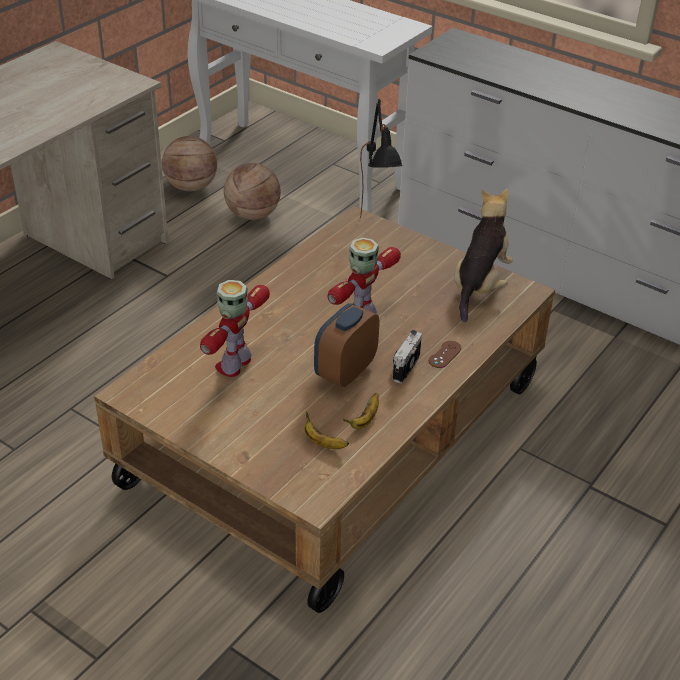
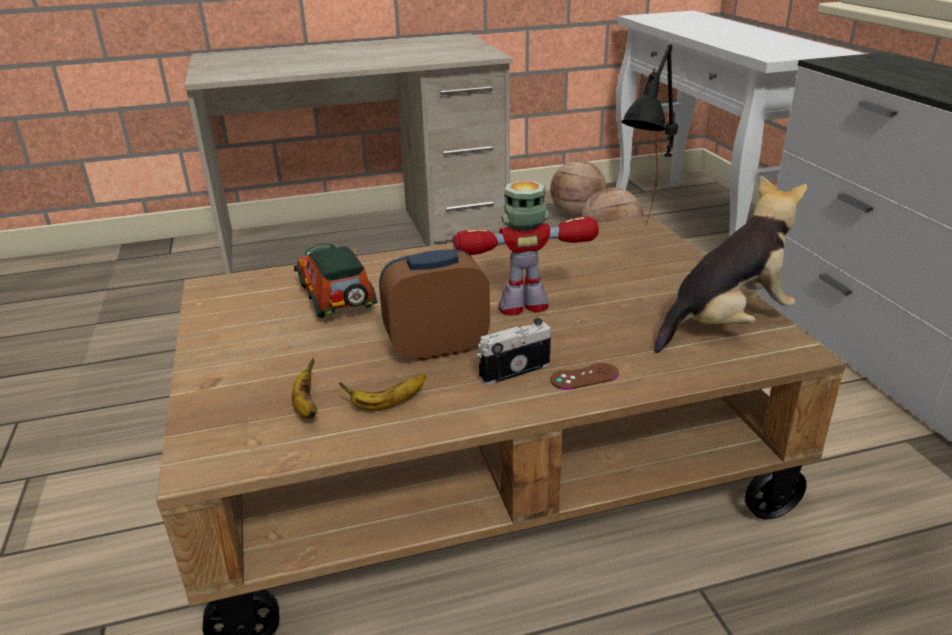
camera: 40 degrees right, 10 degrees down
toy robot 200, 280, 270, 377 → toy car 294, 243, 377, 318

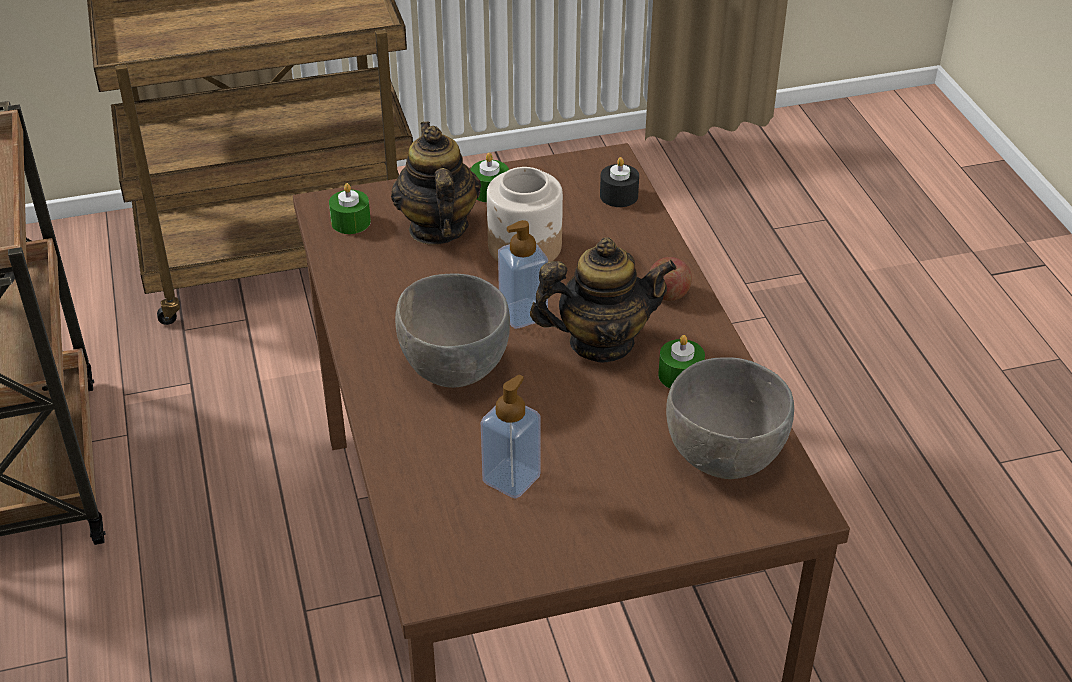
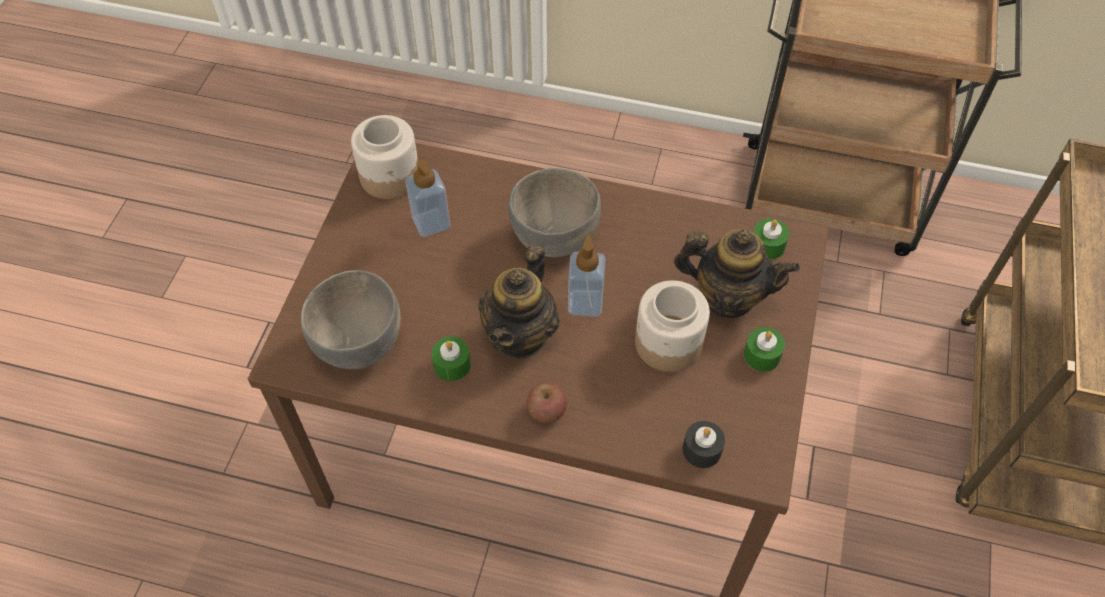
camera: 120 degrees right, 15 degrees up
- → jar 351, 115, 418, 199

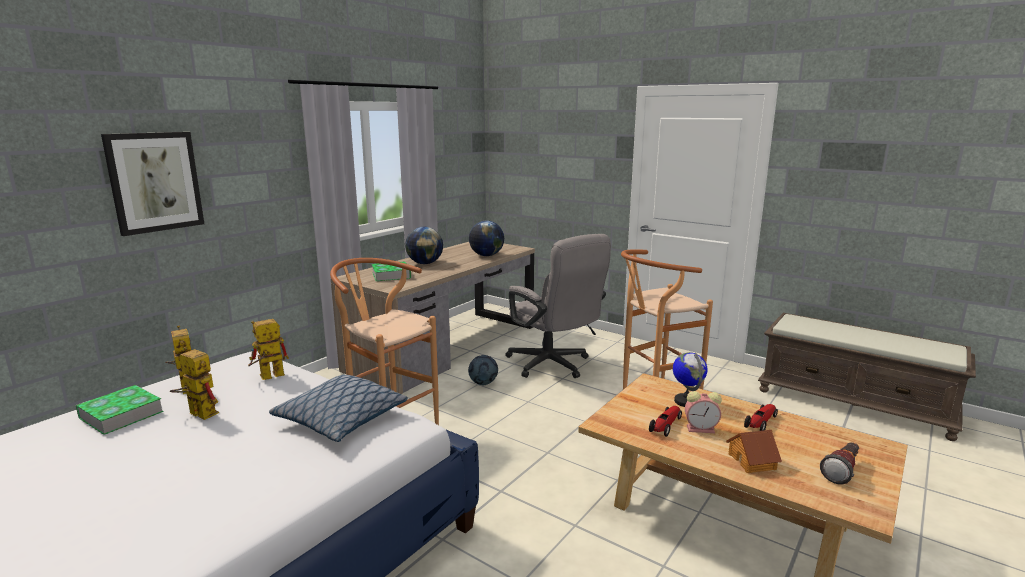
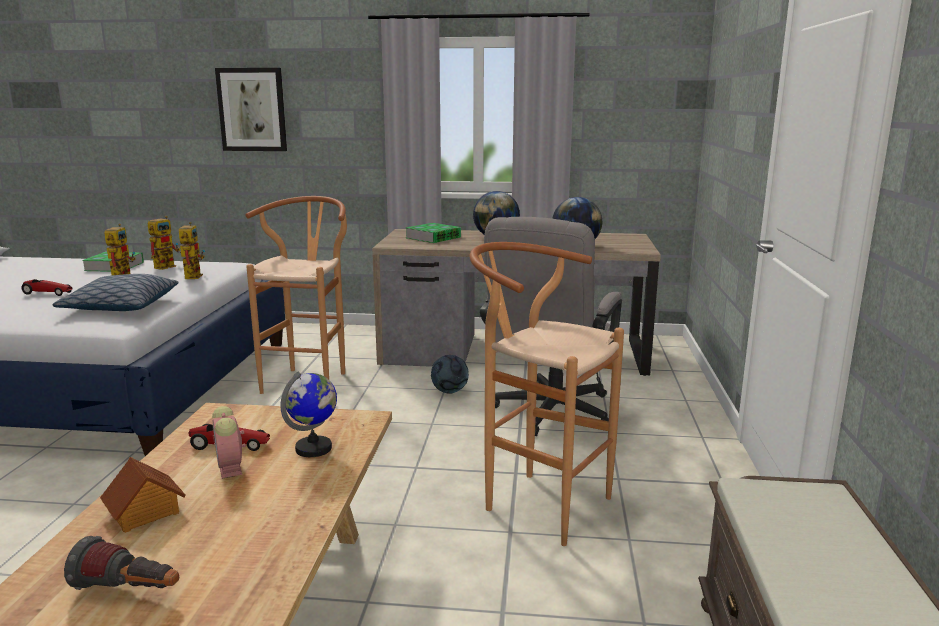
camera: 60 degrees right, 0 degrees up
toy robot 248, 319, 289, 380 → toy robot 179, 222, 205, 279, 60 degrees clockwise
toy car 744, 404, 778, 431 → toy car 22, 279, 73, 296, relocated

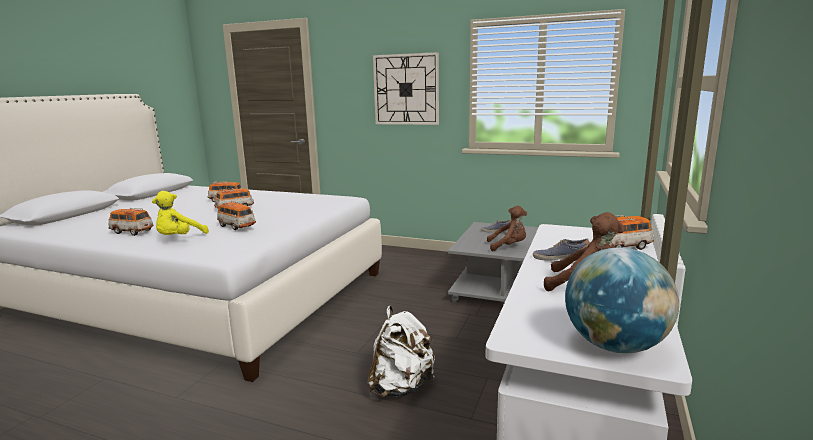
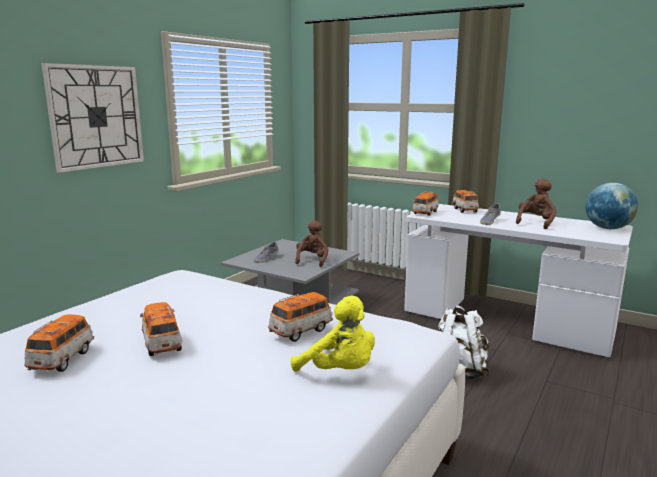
camera: 80 degrees left, 0 degrees up
toy car 108, 208, 153, 236 → toy car 412, 191, 439, 216, relocated

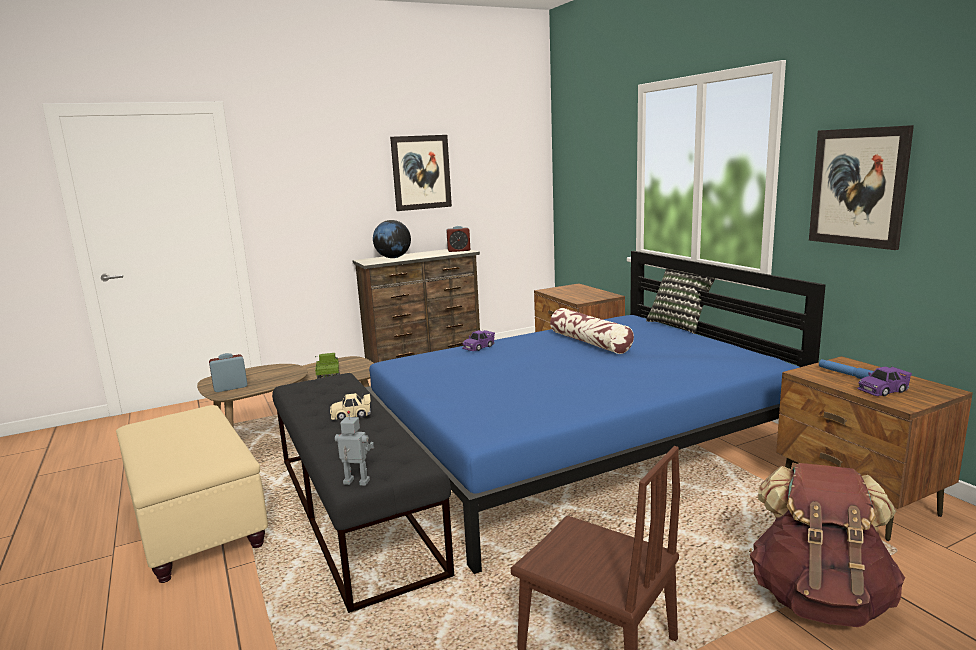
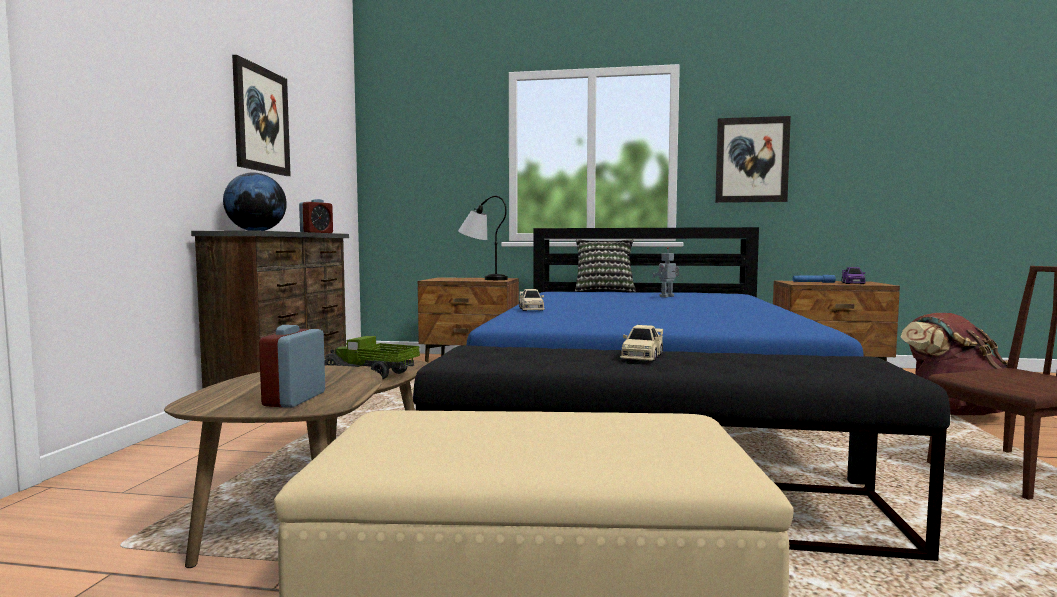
camera: 55 degrees left, 10 degrees down
toy robot 335, 411, 374, 486 → toy robot 652, 247, 679, 297, relocated
toy car (purple) 462, 330, 495, 351 → toy car (beige) 519, 289, 545, 311
pillow 550, 308, 634, 354 → -
- → table lamp 458, 196, 508, 280

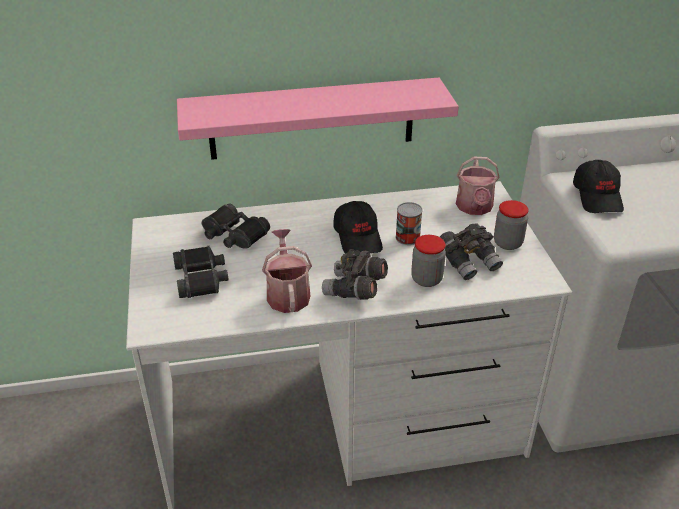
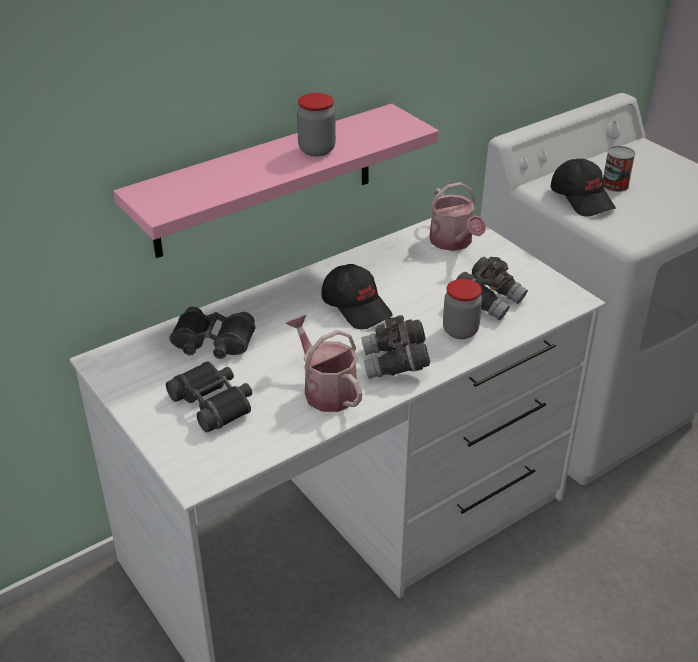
camera: 25 degrees left, 0 degrees up
can 395, 202, 423, 245 → can 603, 146, 635, 192, relocated
jar 494, 200, 529, 250 → jar 297, 93, 336, 156, relocated

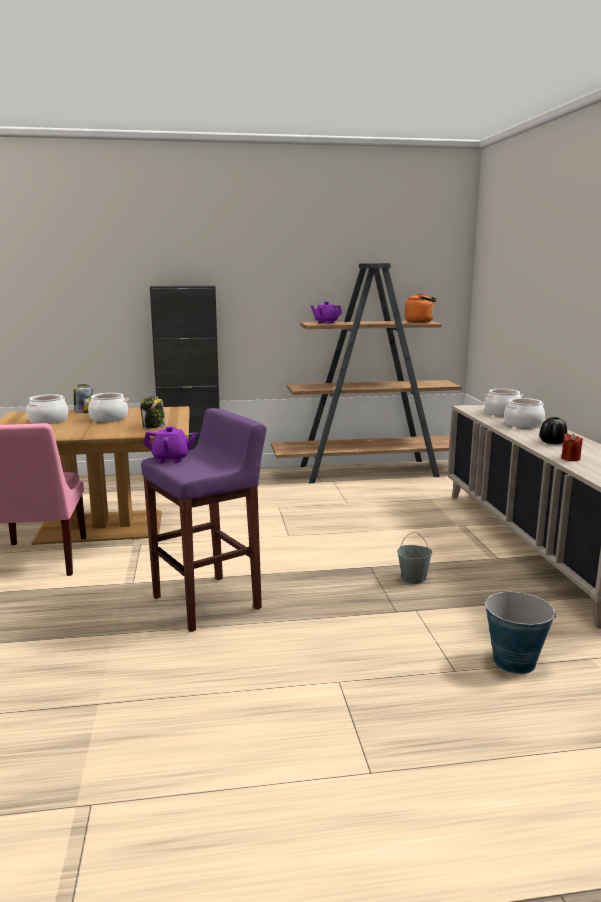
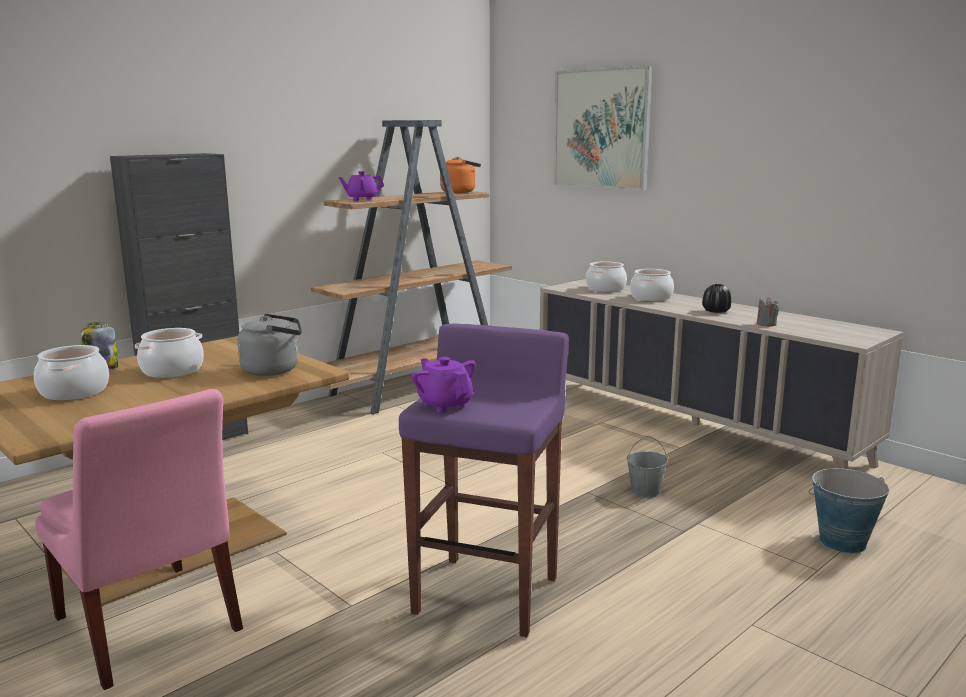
camera: 35 degrees left, 0 degrees up
jar 140, 396, 166, 429 → kettle (grey) 237, 314, 302, 376
teapot (purple) 144, 426, 197, 463 → teapot (purple) 411, 357, 476, 413, 90 degrees counterclockwise
candle (red) 561, 433, 583, 461 → candle (grey) 757, 297, 779, 327
- → picture 553, 65, 653, 191

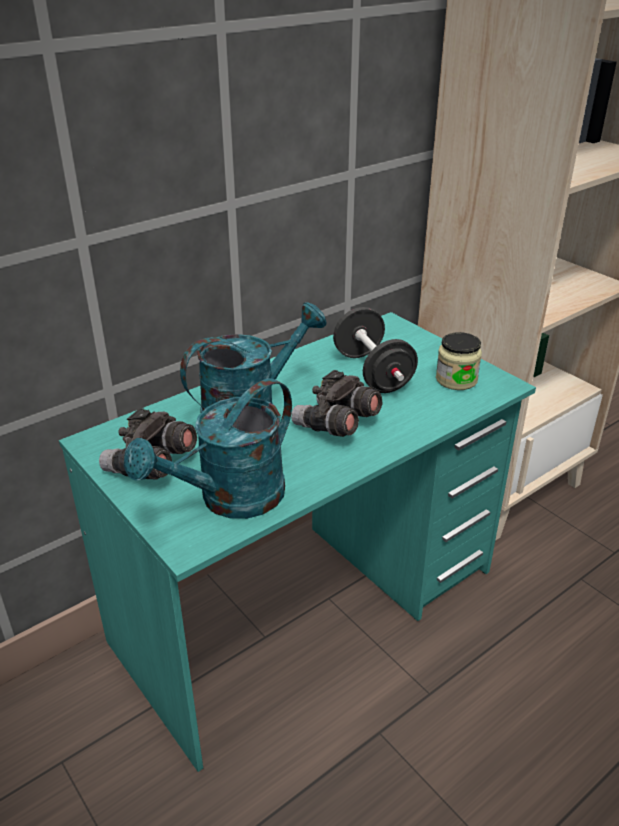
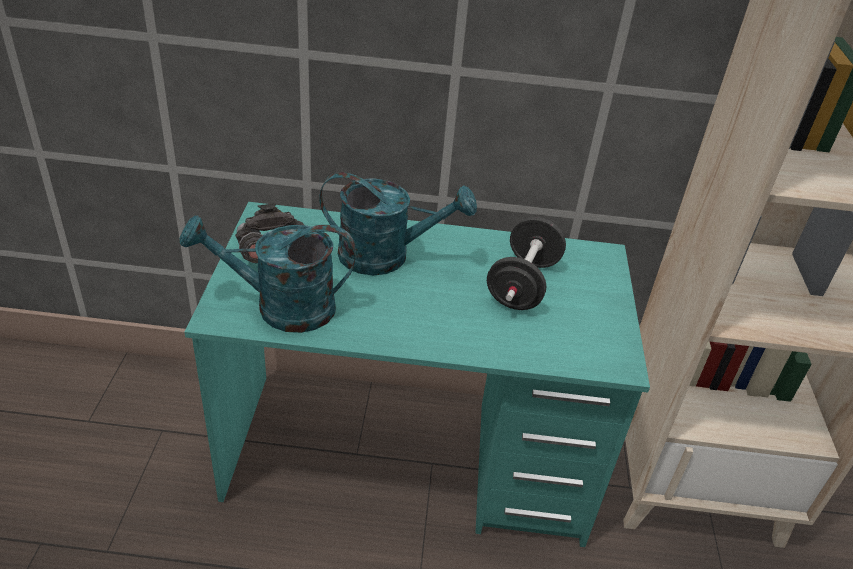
camera: 40 degrees right, 5 degrees up
binoculars (grey) 291, 370, 383, 437 → -
jar 436, 332, 482, 390 → -

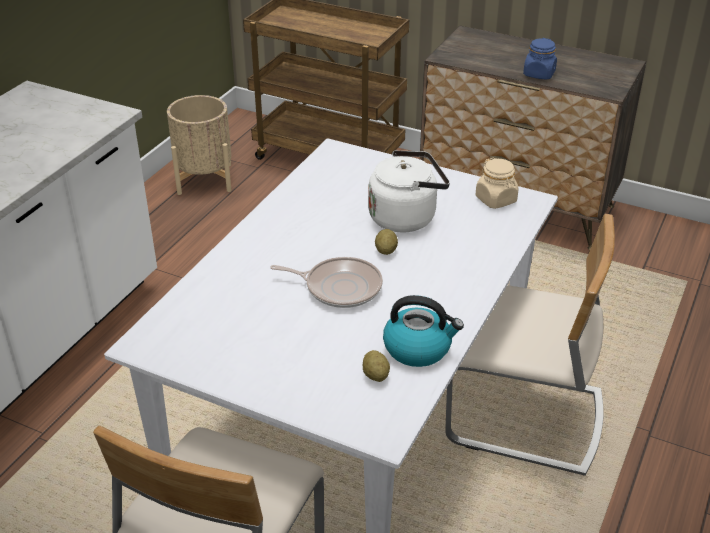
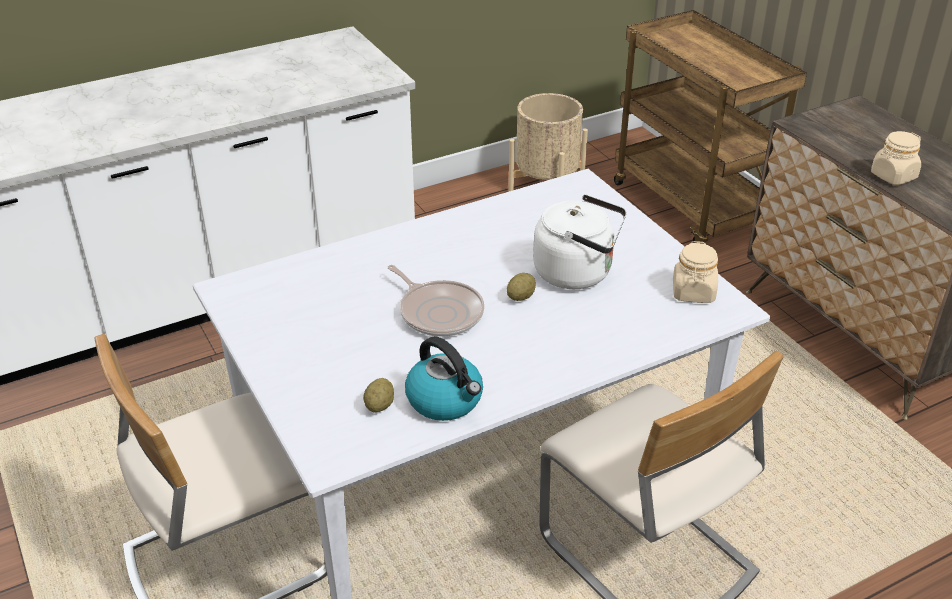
camera: 35 degrees right, 0 degrees up
jar (blue) 523, 38, 557, 80 → jar (beige) 871, 131, 921, 185

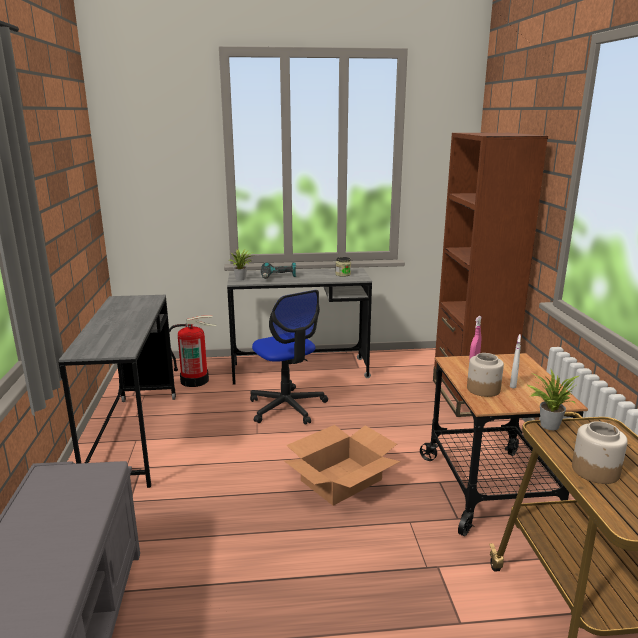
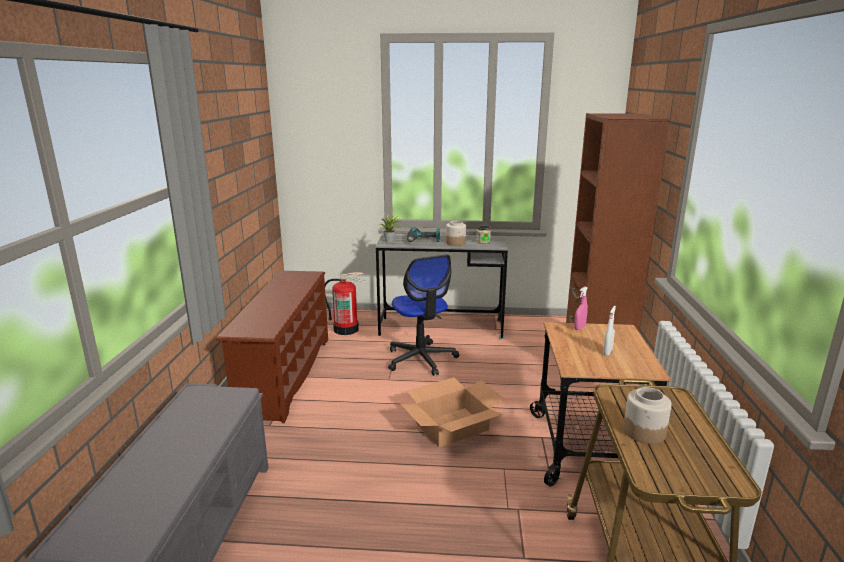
camera: 10 degrees right, 0 degrees up
desk (grey) 59, 295, 176, 488 → shoe rack (brown) 216, 271, 328, 423
jar 467, 353, 504, 397 → jar 446, 221, 466, 246, relocated
potted plant 528, 370, 579, 430 → -

